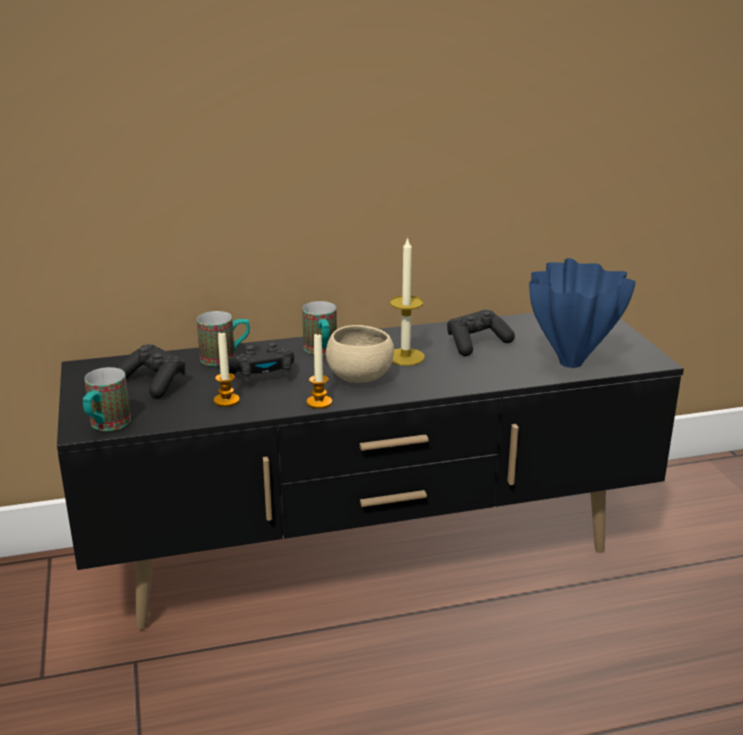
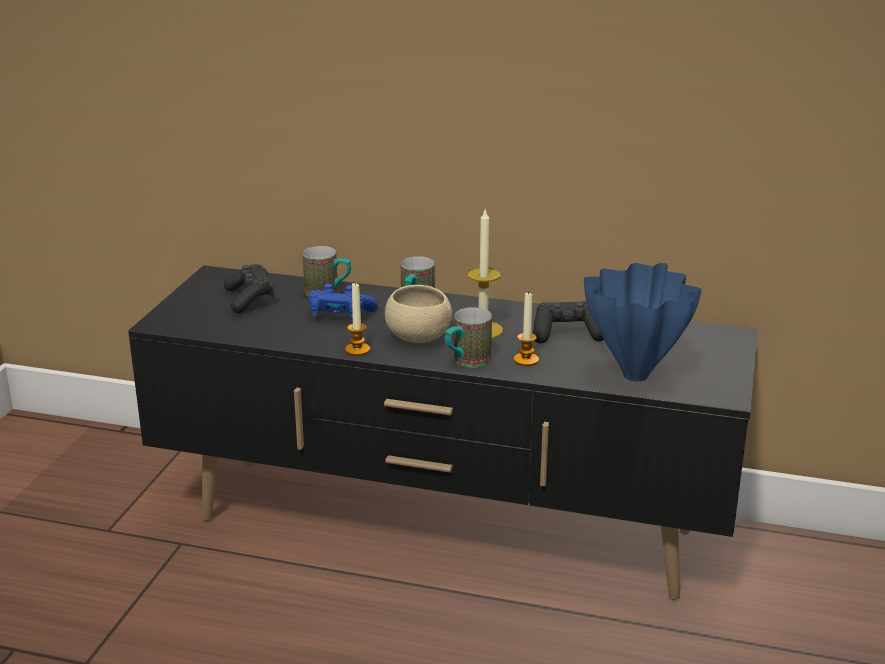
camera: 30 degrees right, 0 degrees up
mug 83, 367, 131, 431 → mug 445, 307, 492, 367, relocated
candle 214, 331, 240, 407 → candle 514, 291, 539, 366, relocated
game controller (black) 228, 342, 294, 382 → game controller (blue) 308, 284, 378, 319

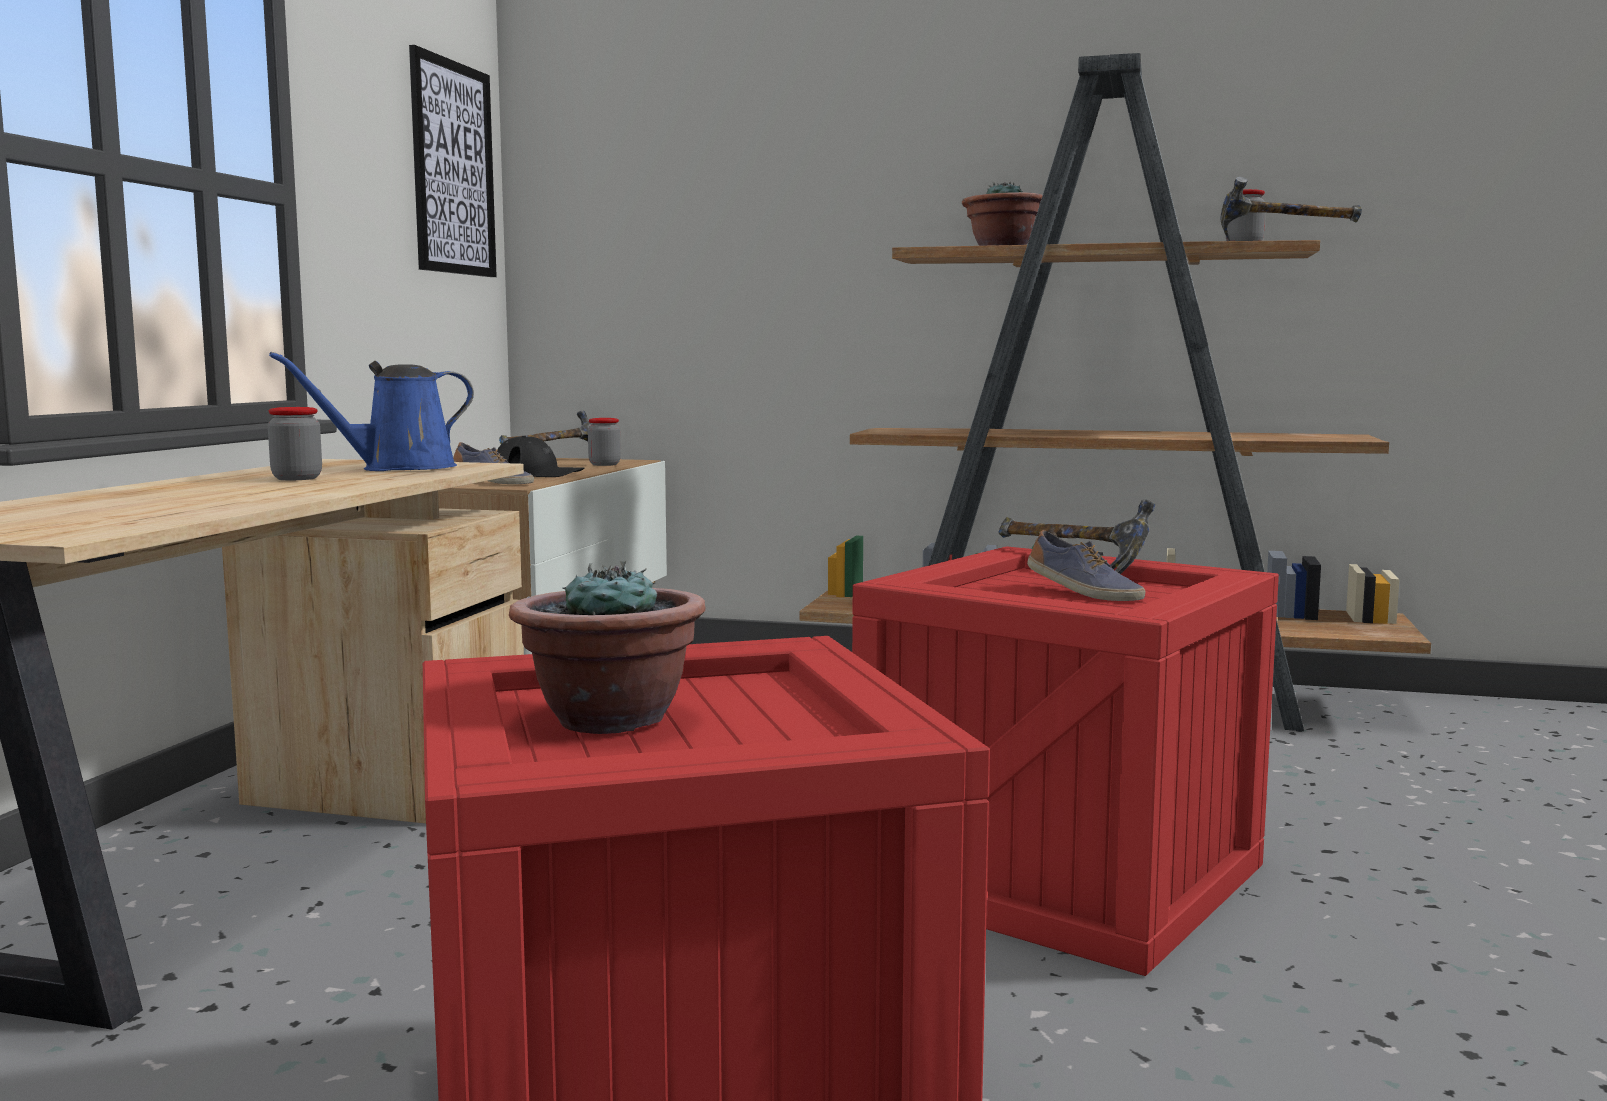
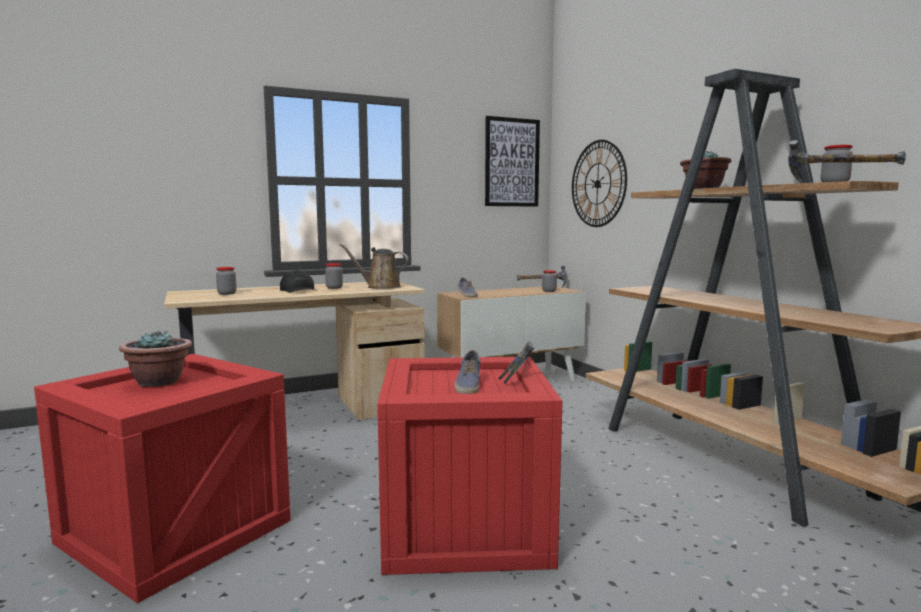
camera: 50 degrees right, 0 degrees up
watering can (blue) 269, 352, 474, 471 → watering can (brown) 339, 244, 409, 289
cap (black) 497, 436, 585, 477 → cap (black) 280, 270, 317, 293, relocated
- → jar 216, 267, 237, 295
- → wall clock 572, 140, 627, 227

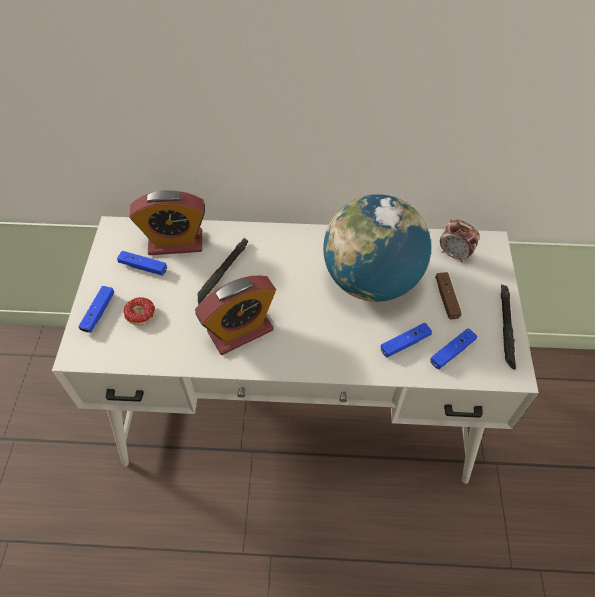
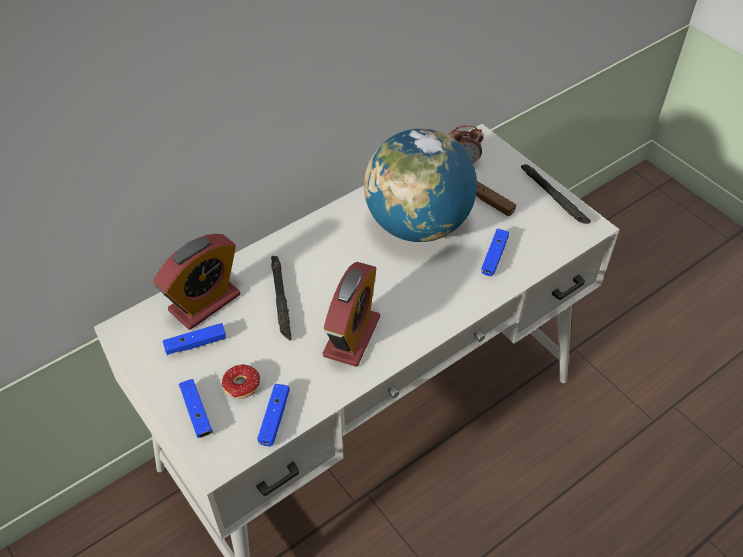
camera: 40 degrees left, 5 degrees down
game controller (blue) 430, 328, 477, 369 → game controller (blue) 257, 384, 290, 446, relocated

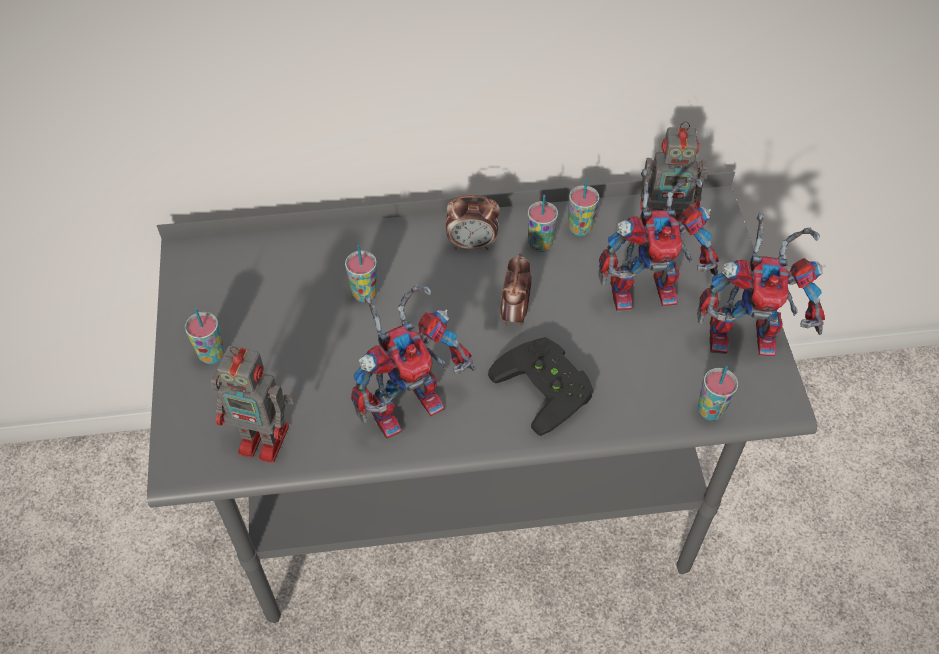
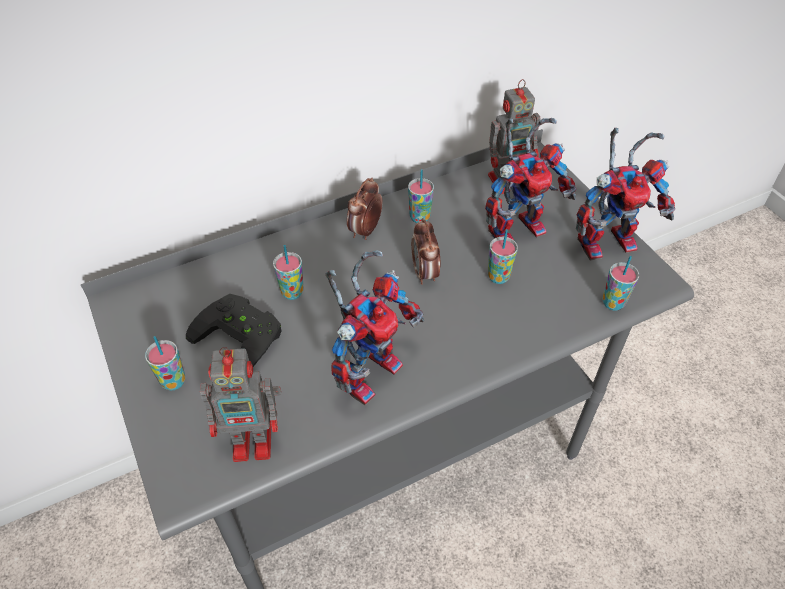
camera: 20 degrees left, 5 degrees down
alarm clock 446, 195, 500, 250 → alarm clock 347, 178, 382, 240, 135 degrees clockwise
game controller (black) 488, 337, 594, 436 → game controller (black) 186, 294, 282, 367, relocated
cup 568, 179, 599, 236 → cup 488, 229, 518, 284, relocated

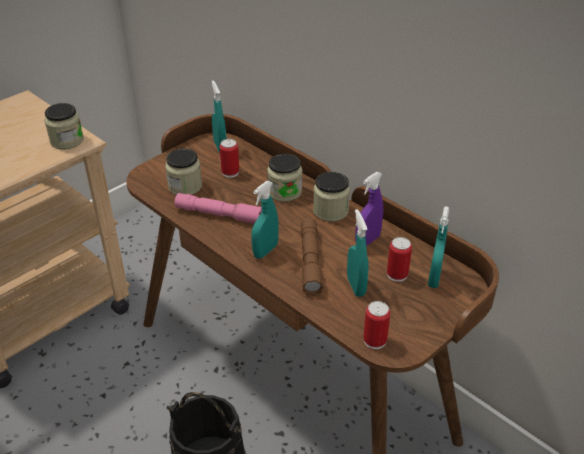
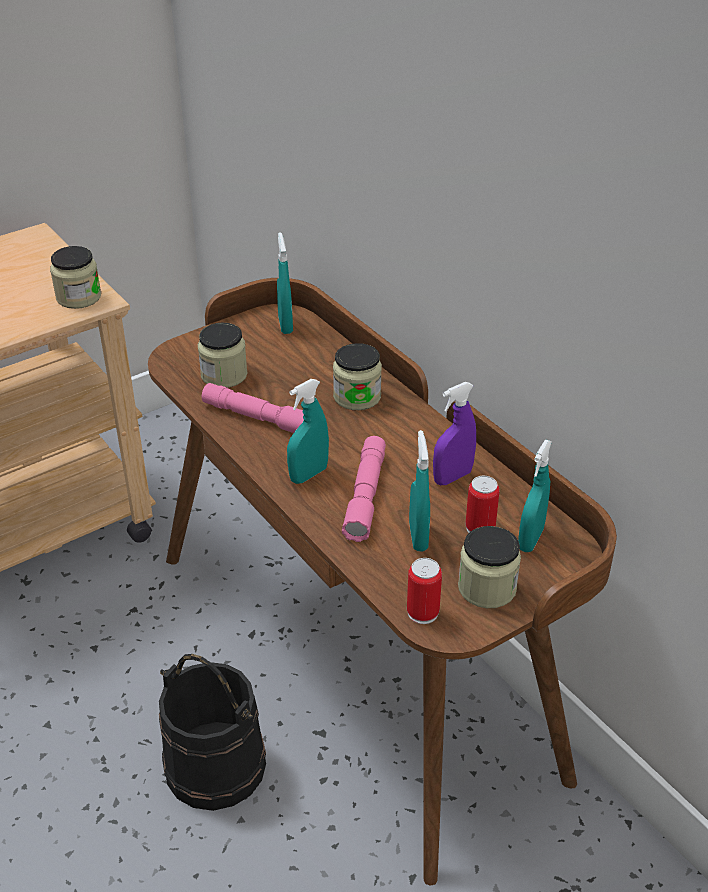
camera: 10 degrees right, 0 degrees up
can 220, 139, 239, 178 → -
flashlight (brown) 301, 218, 323, 296 → flashlight (pink) 342, 436, 386, 542
jar 313, 172, 350, 222 → jar 458, 526, 521, 608, relocated

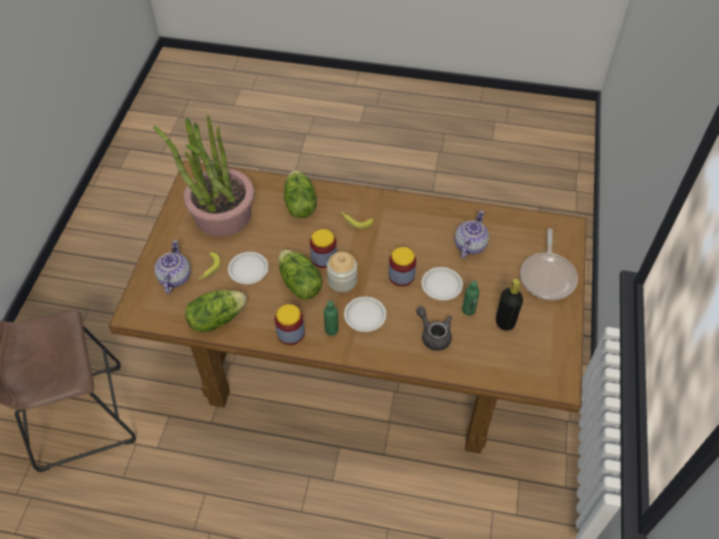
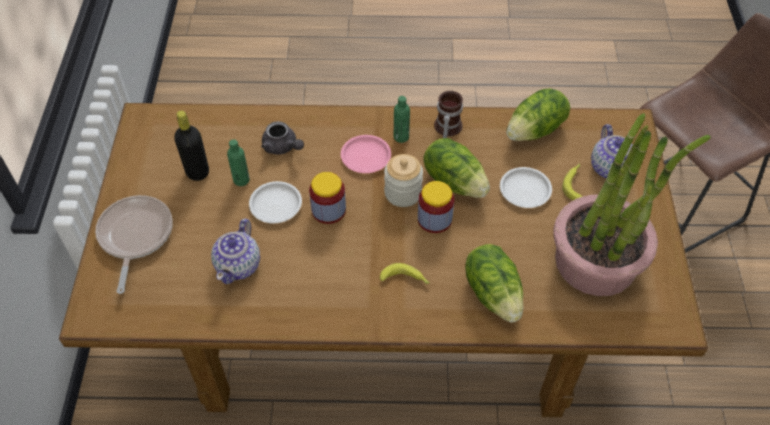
camera: 170 degrees right, 0 degrees up
jar 275, 304, 305, 345 → mug 434, 91, 463, 138
plate (white) 344, 296, 386, 332 → plate (pink) 341, 135, 391, 173

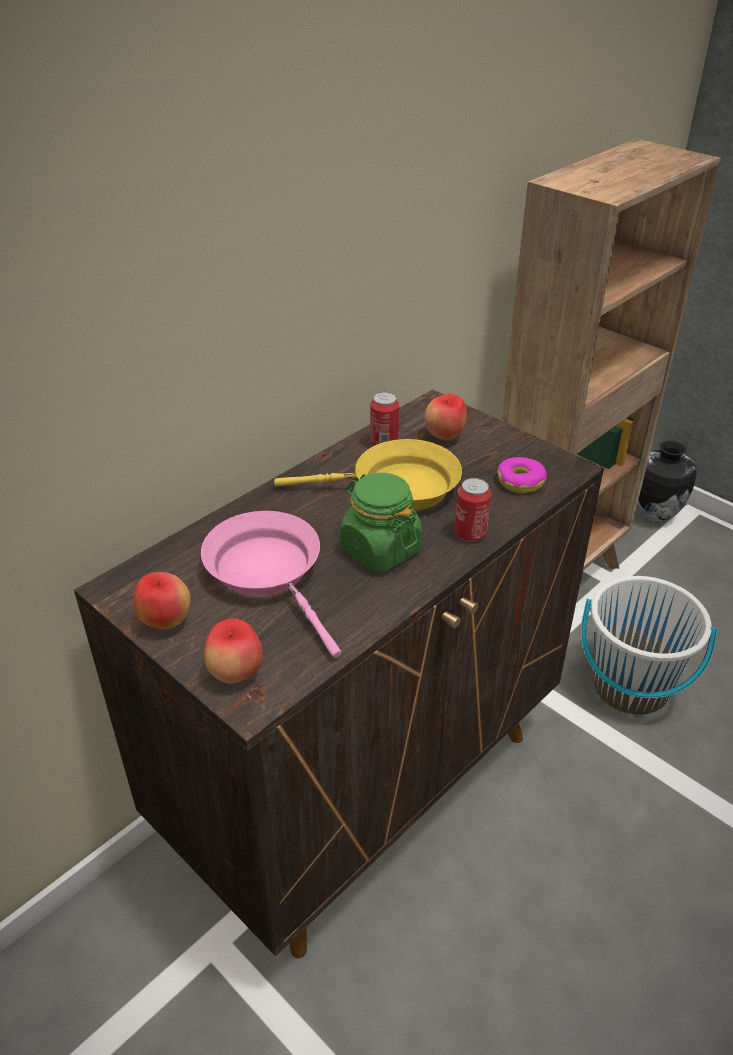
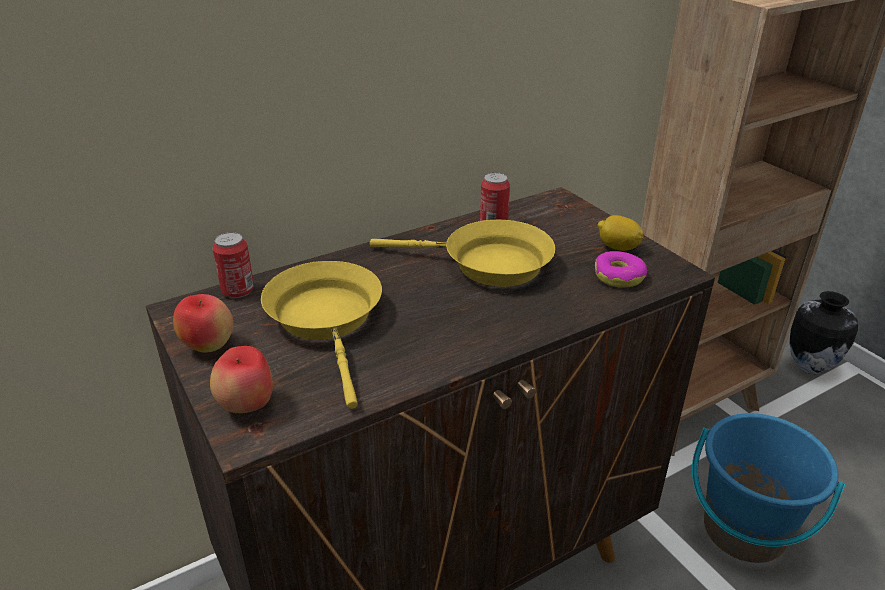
camera: 15 degrees right, 5 degrees down
frying pan (pink) 201, 511, 341, 658 → frying pan (yellow) 261, 261, 382, 409
jar (green) 340, 473, 422, 572 → -
apple 424, 393, 467, 440 → -
can 455, 478, 491, 542 → can 213, 232, 254, 298, relocated
bucket (white) 581, 576, 718, 715 → bucket (blue) 692, 413, 845, 563
- → lemon 597, 215, 644, 251

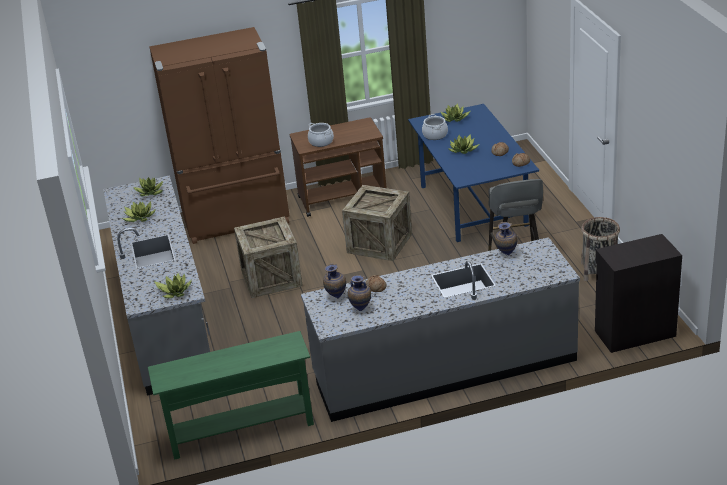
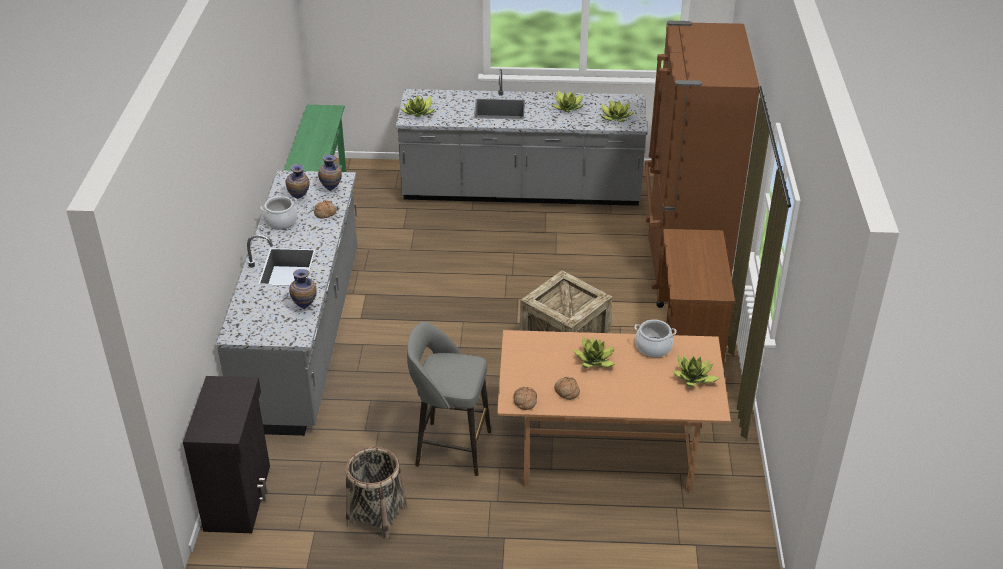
camera: 105 degrees right, 5 degrees up
crate 234, 217, 303, 298 → -
cooking pot 308, 123, 334, 147 → cooking pot 260, 196, 298, 229, relocated
dining table (blue) 408, 104, 539, 242 → dining table (brown) 497, 330, 731, 492

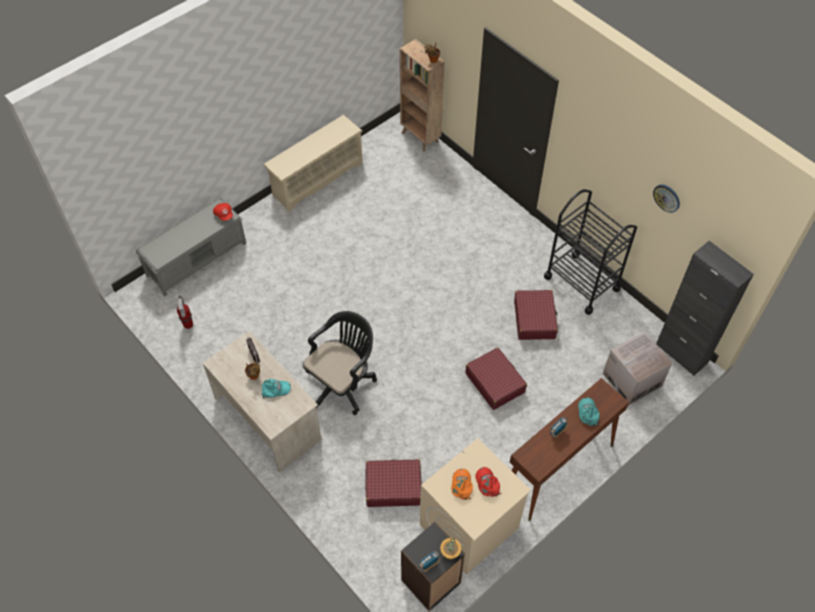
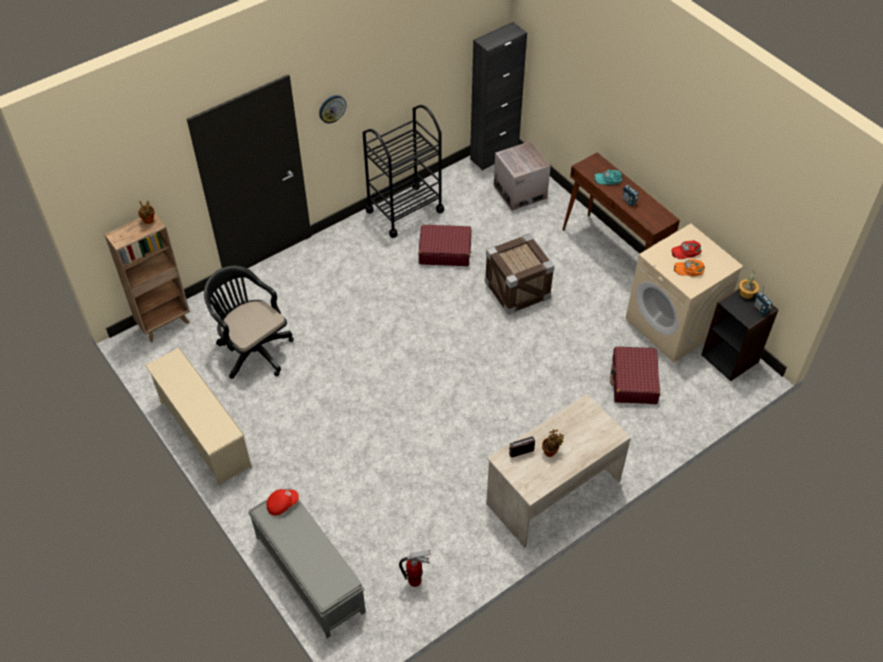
camera: 85 degrees left, 5 degrees down
cap (turquoise) 261, 379, 291, 399 → -
office chair (black) 303, 311, 377, 415 → office chair (black) 204, 266, 294, 379, relocated
suitcase (red) 466, 348, 527, 410 → crate 485, 233, 555, 315
wall clock 653, 184, 680, 213 → wall clock 319, 95, 347, 123, relocated

